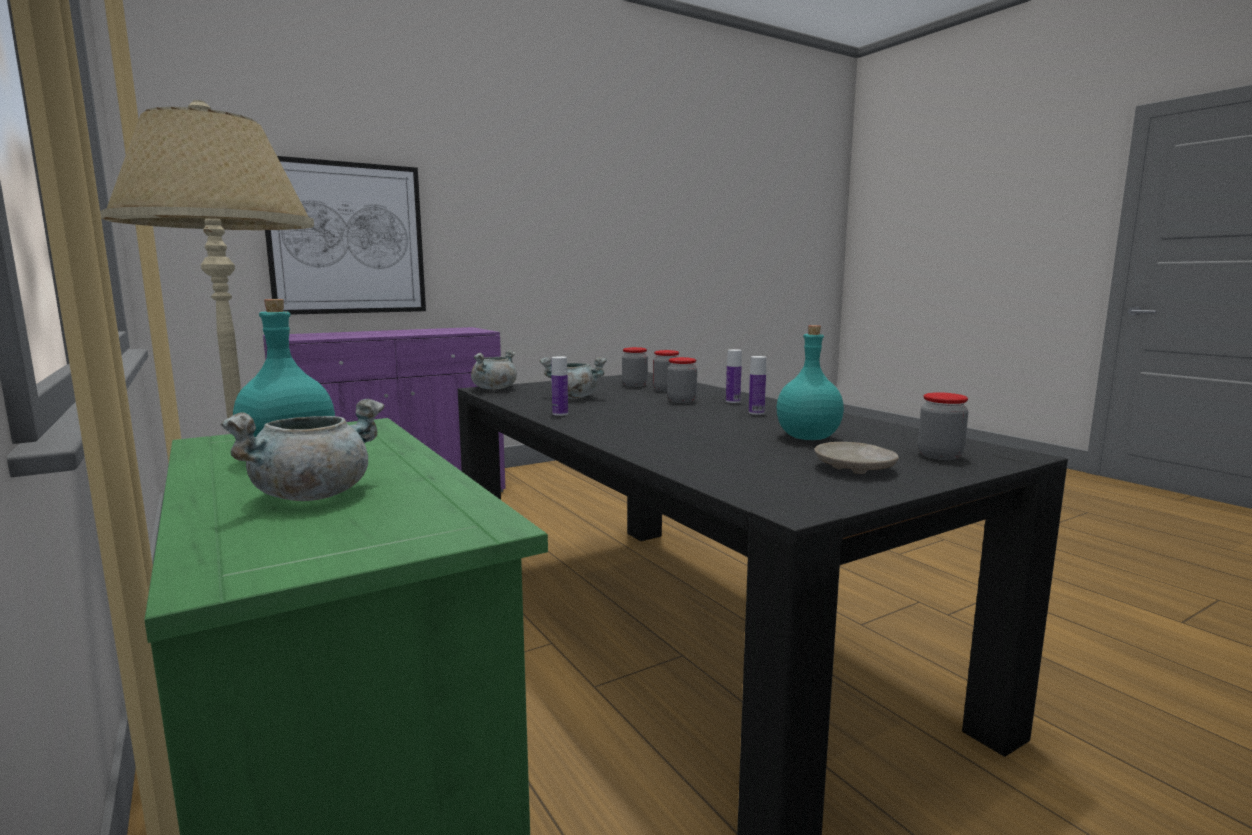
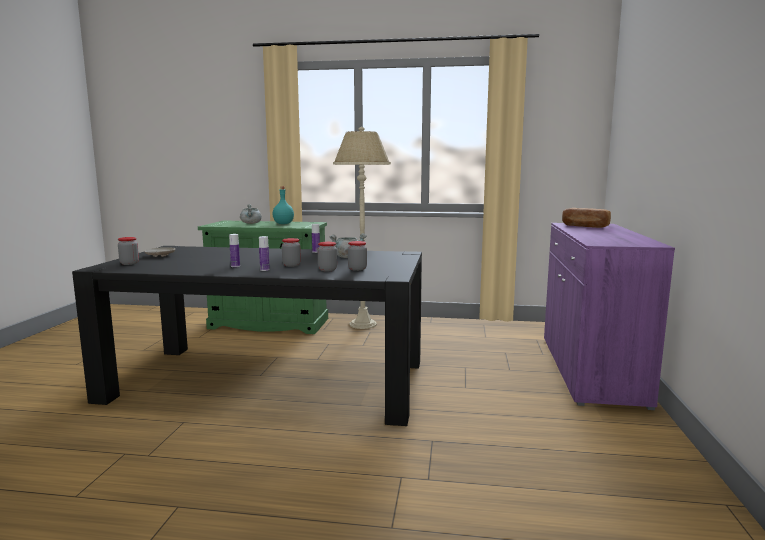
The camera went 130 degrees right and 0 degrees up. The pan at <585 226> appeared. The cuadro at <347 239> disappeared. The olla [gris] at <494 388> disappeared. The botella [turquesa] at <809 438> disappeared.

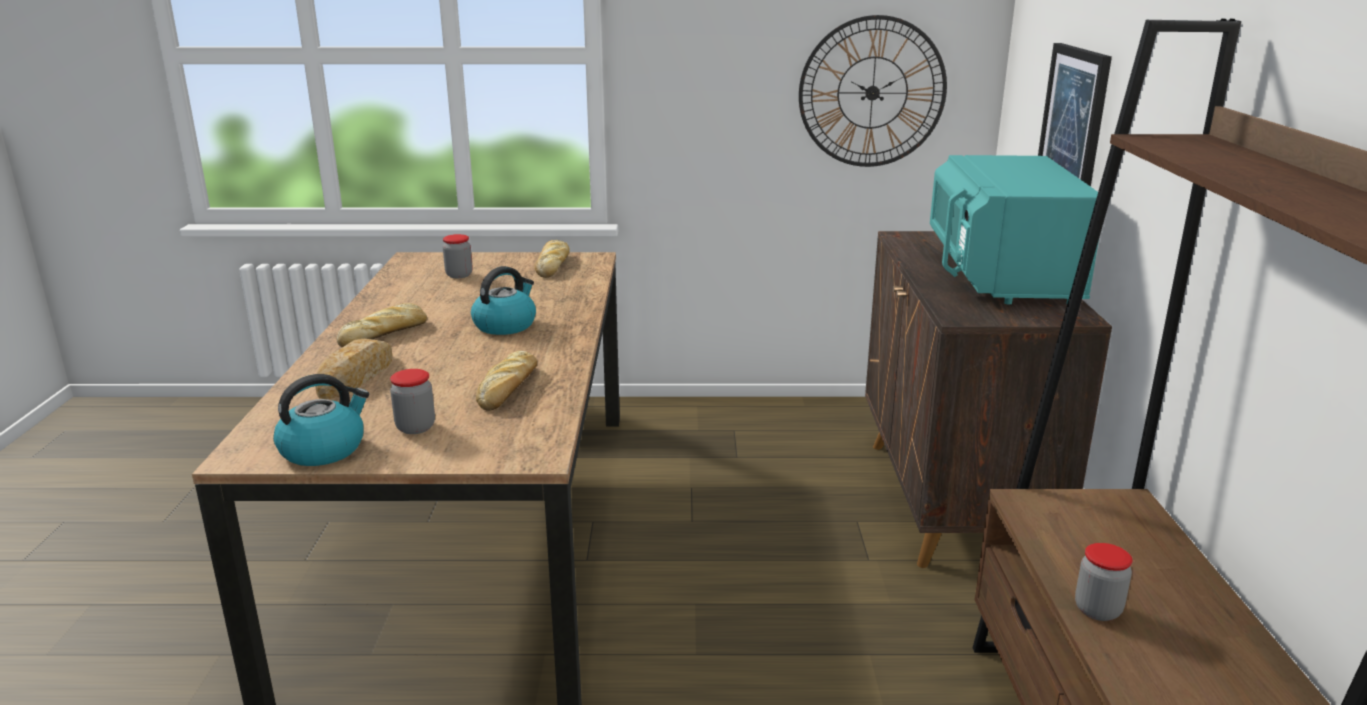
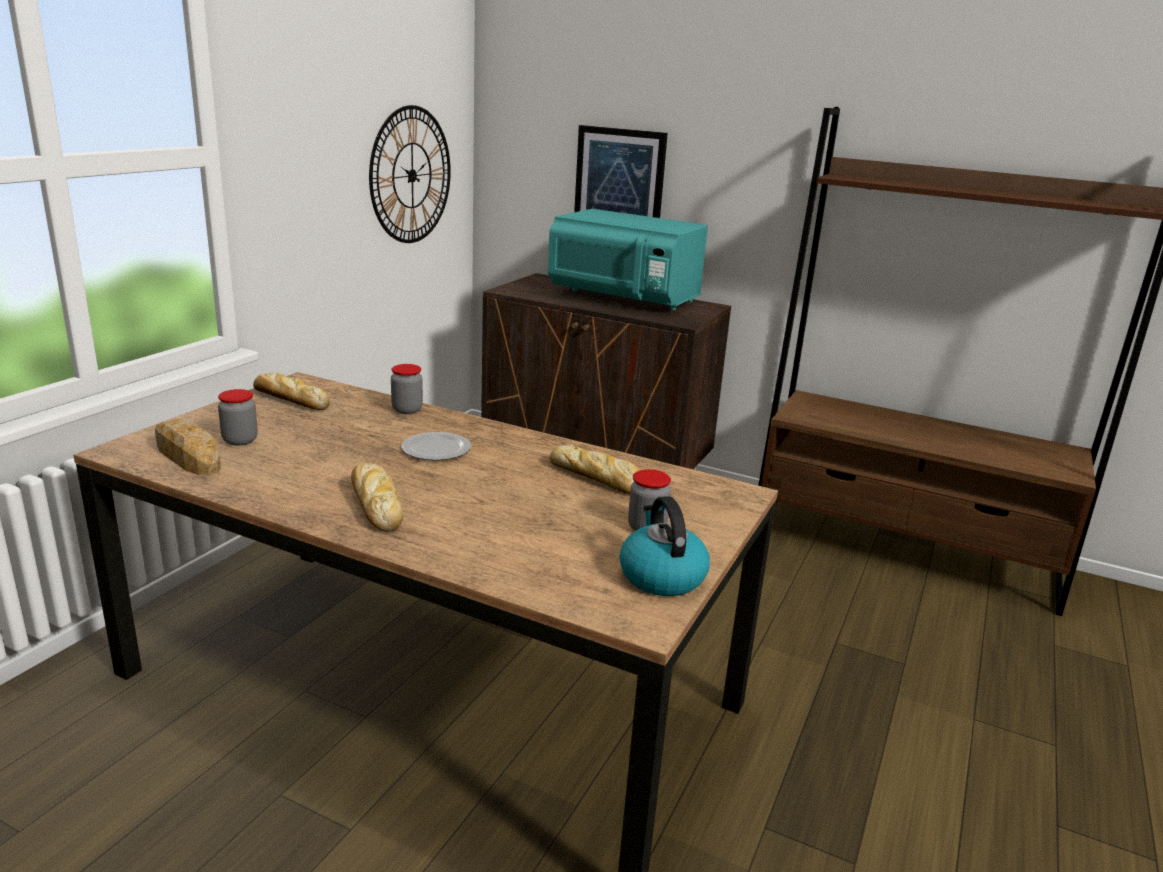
The camera went 65 degrees left and 0 degrees up. The pan moved from <357 376> to <188 455>. The tarro moved from <1097 610> to <407 410>. The hervidor at <505 325> was replaced by the plato at <435 450>.

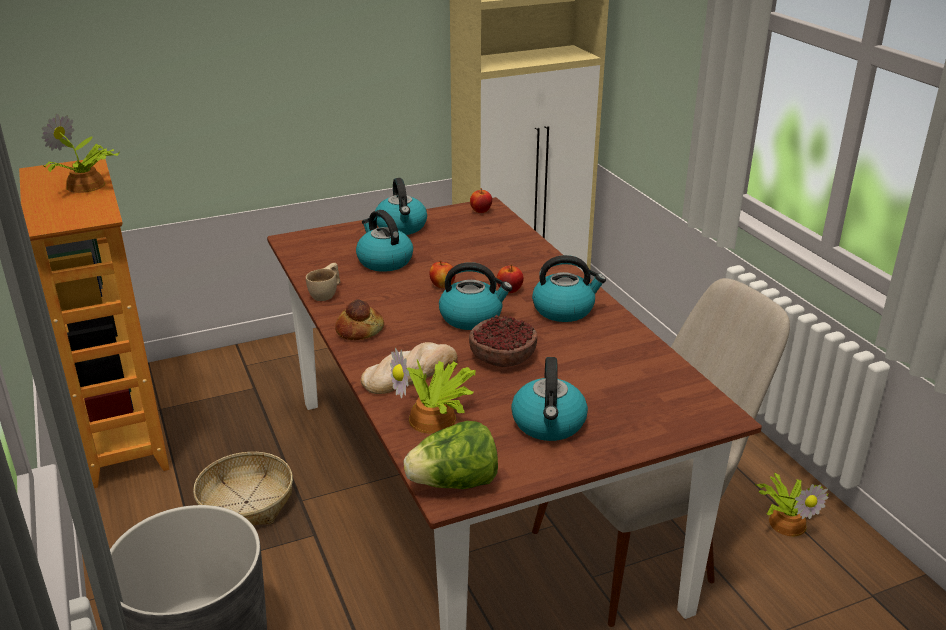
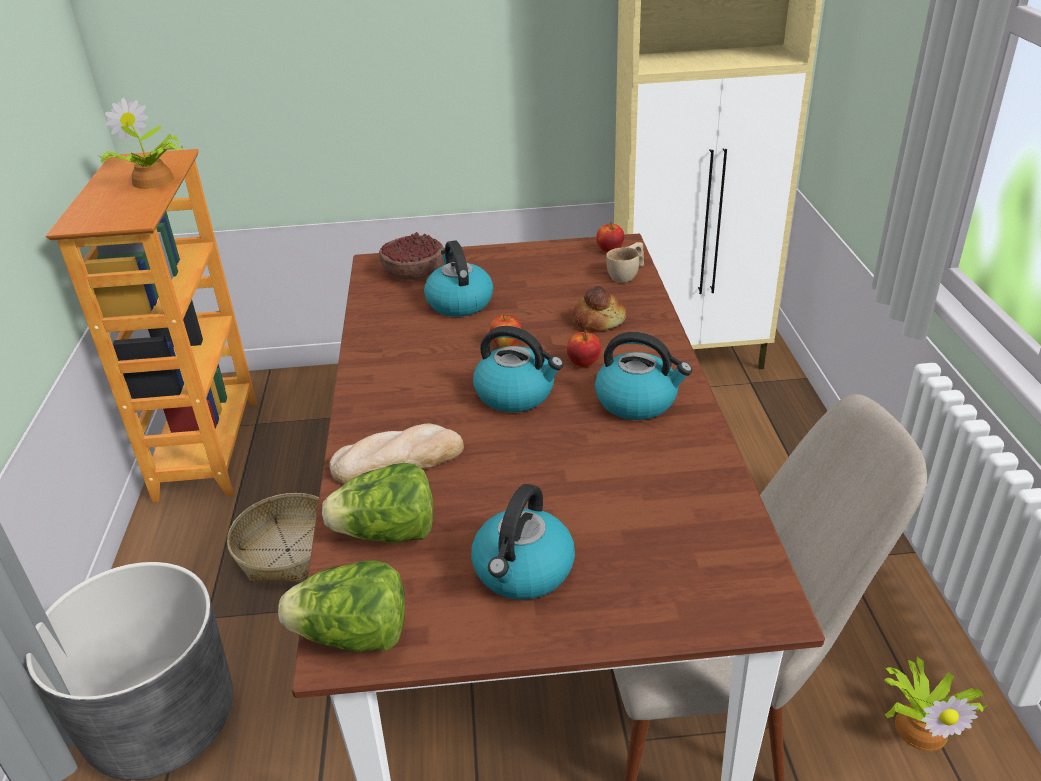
The camera went 20 degrees right and 5 degrees up. The planta en maceta at <435 419> was replaced by the lechuga at <388 534>. The cuenco moved from <503 356> to <414 272>. The pan moved from <359 330> to <598 320>. The taza [beis] moved from <327 293> to <627 275>. The hervidor at <401 227> disappeared.

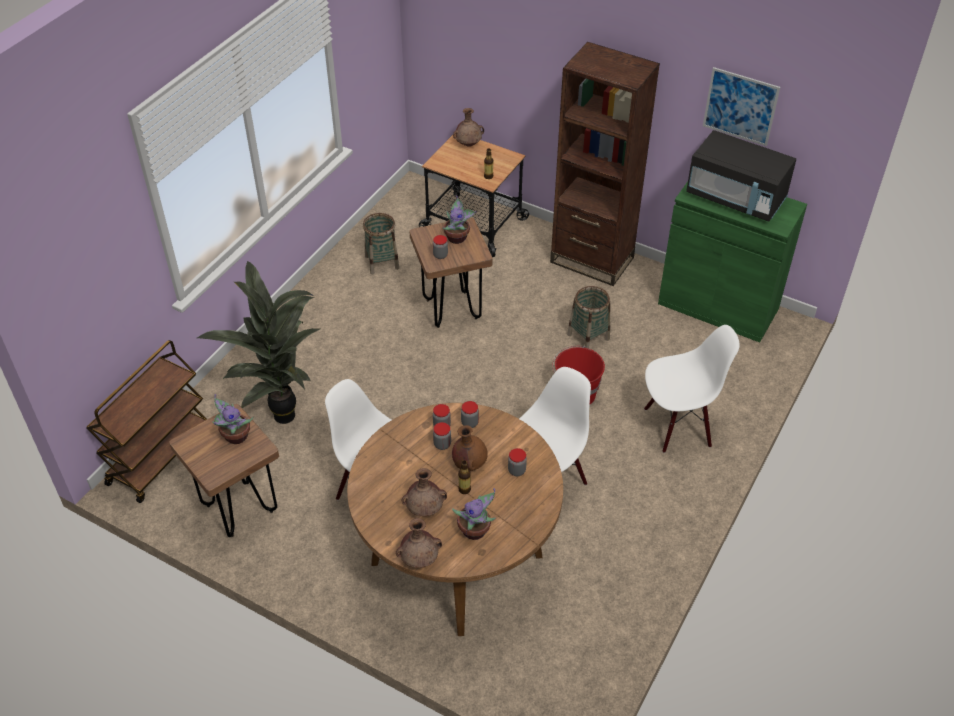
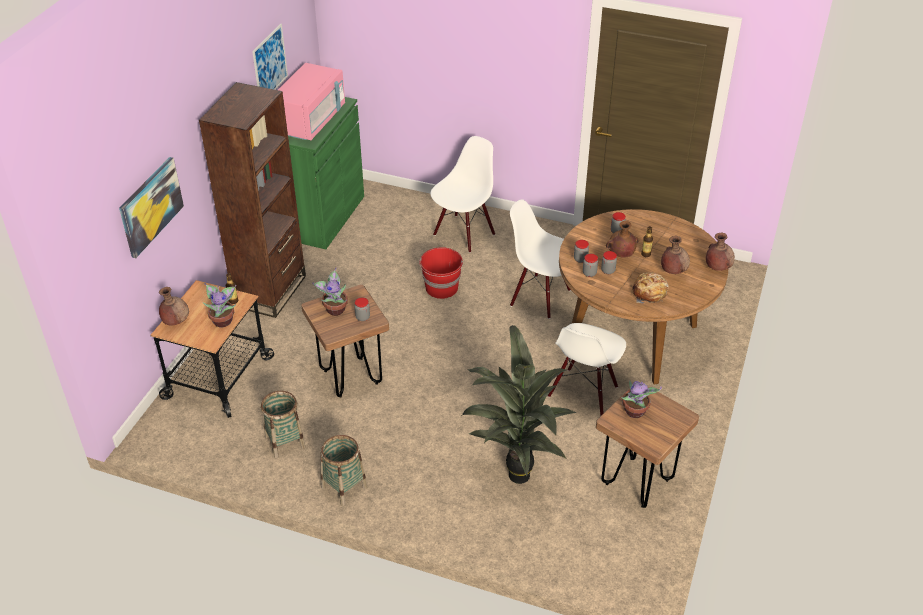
The camera went 100 degrees left and 5 degrees down. The cuadro at <150 206> appeared. The planta en maceta moved from <475 531> to <223 320>. The microondas [negro] at <736 198> became the microondas [rosa] at <310 121>. The cesta moved from <588 337> to <344 487>. The silla [blanco] at <677 426> turned 60 degrees clockwise. The pan at <650 293> appeared. The carrito [marrón] at <160 455> disappeared.

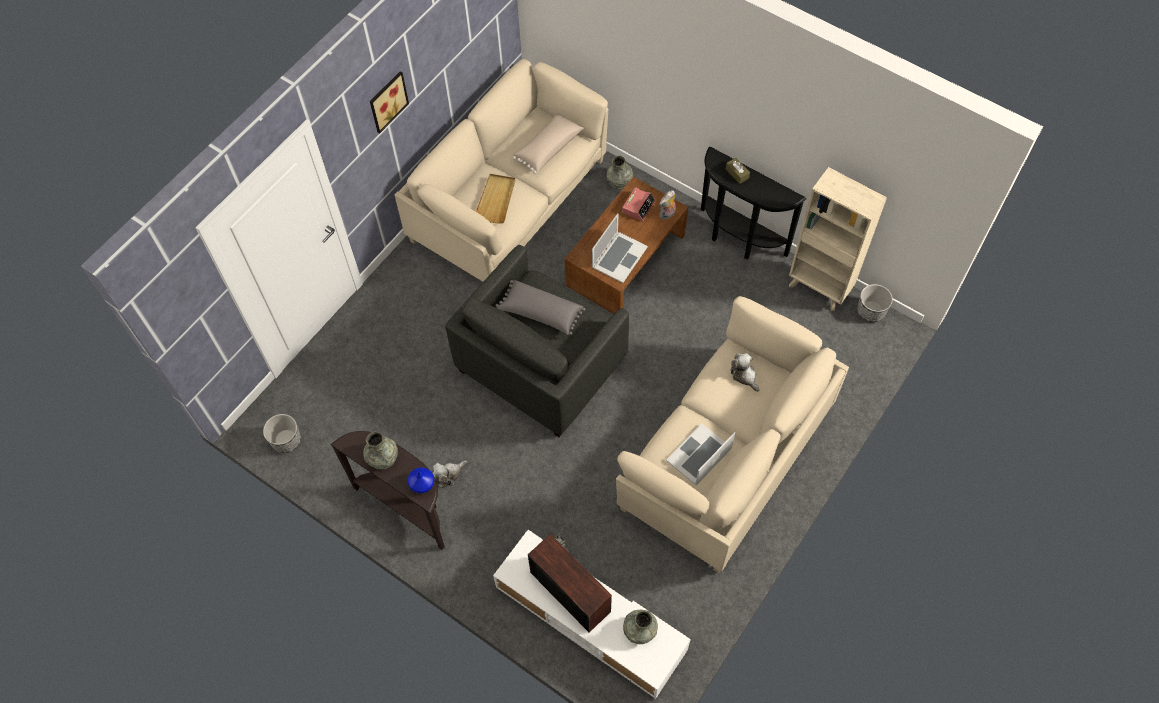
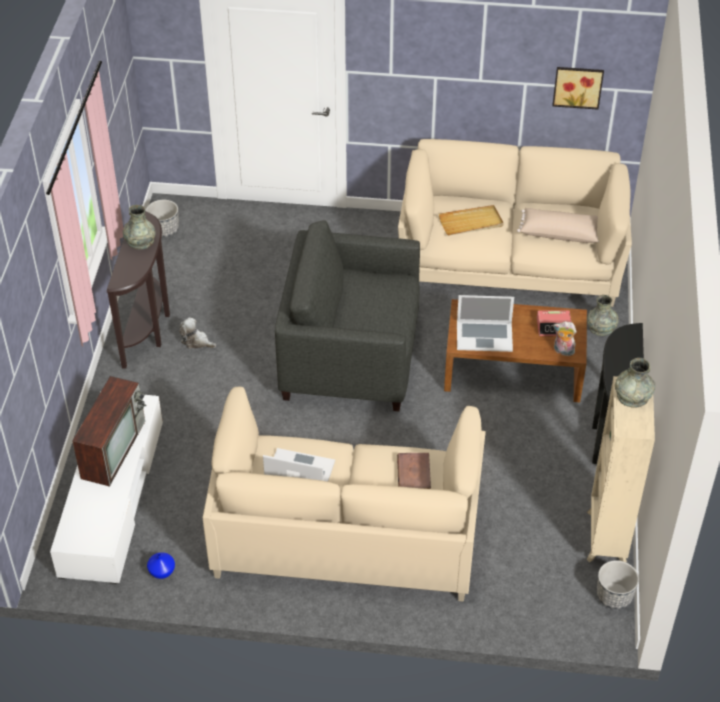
The camera went 60 degrees right and 15 degrees down. The florero [azul] moved from <422 484> to <162 572>. The peluche at <744 375> was replaced by the libro [marrón] at <413 474>. The cuadro moved from <387 101> to <577 86>. The florero [gris] moved from <639 630> to <632 395>. The cojín [gris] at <540 313> disappeared. The caja de pañuelos [marrón] at <737 173> disappeared.

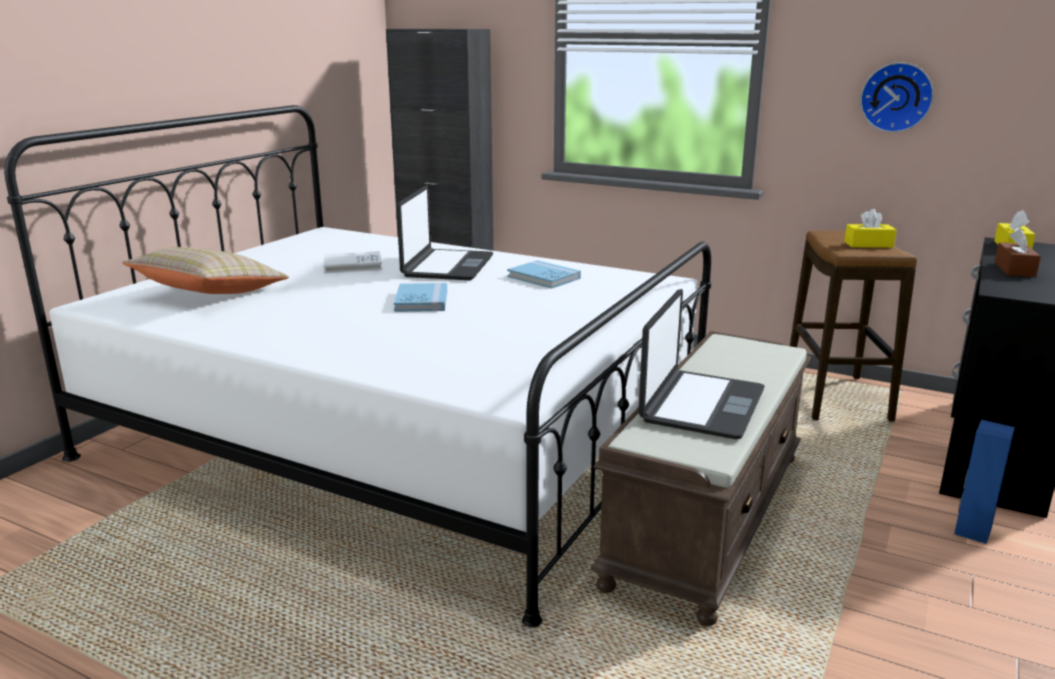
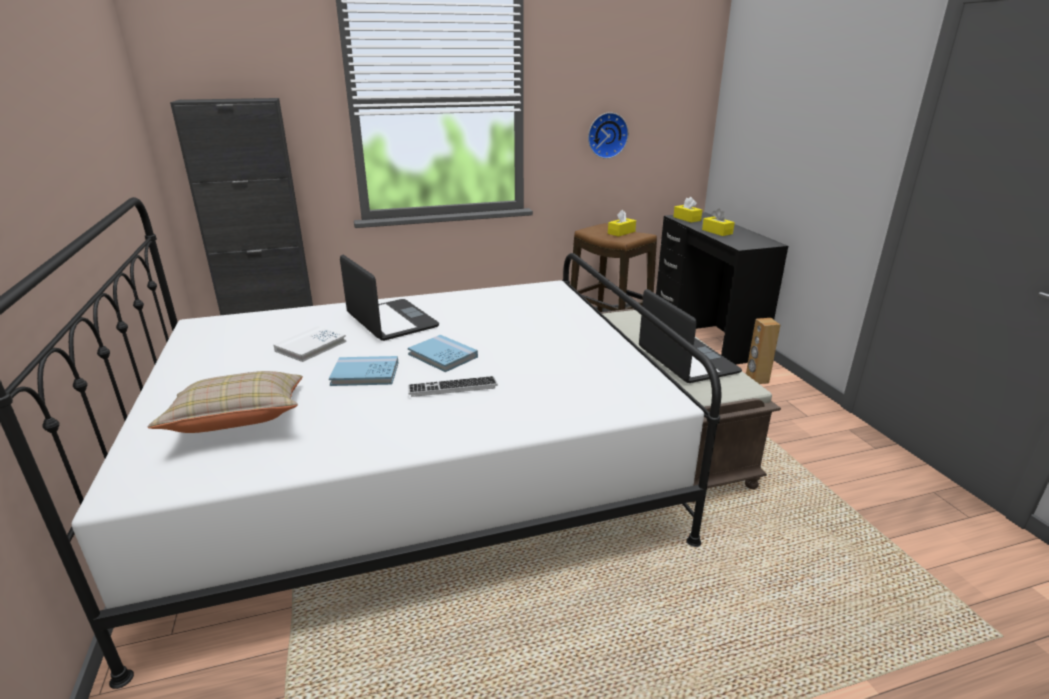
The camera went 45 degrees left and 5 degrees up. The libro [azul] moved from <543 277> to <365 374>. The teclado at <452 388> appeared. The caja de pañuelos [marrón] at <1014 269> became the caja de pañuelos [amarillo] at <717 232>. The altavoz [azul] at <972 531> became the altavoz [marrón] at <756 379>.

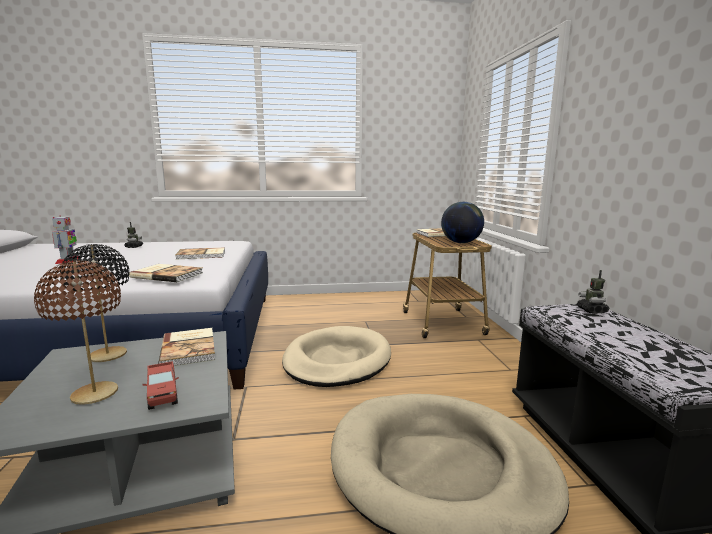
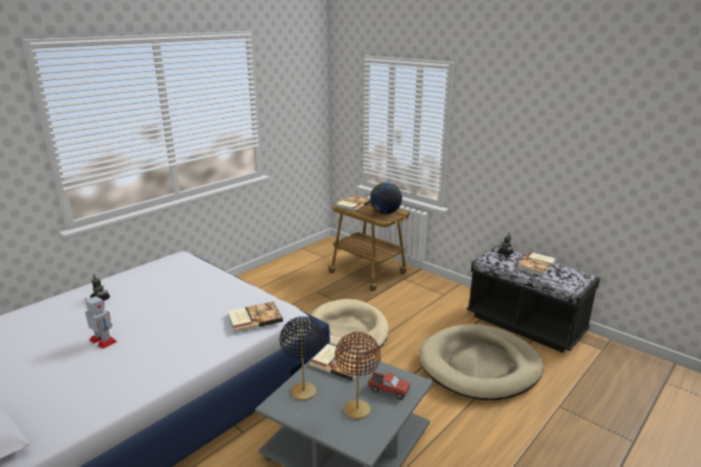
The camera went 40 degrees left and 10 degrees up. The libro moved from <201 255> to <536 265>.

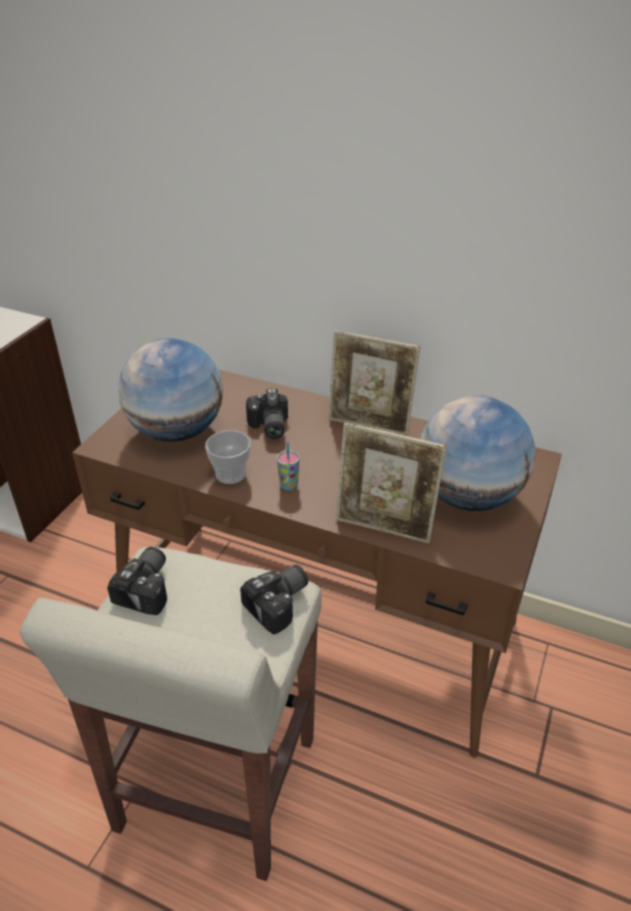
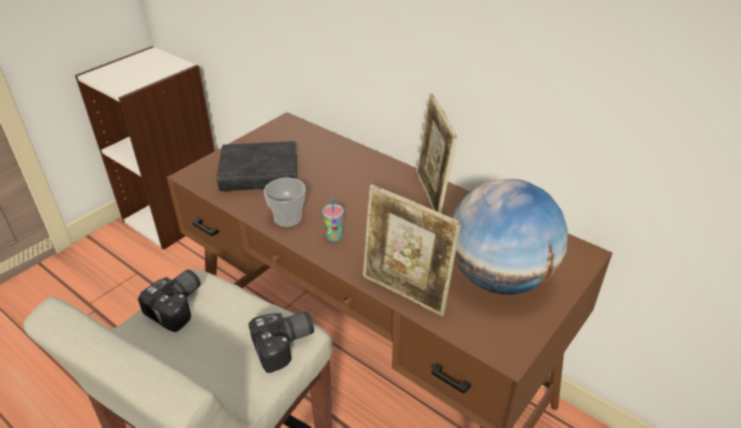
The camera went 15 degrees right and 0 degrees up. The globo terráqueo at <177 432> was replaced by the libro [negro] at <259 173>. The portarretratos at <369 425> turned 45 degrees clockwise. The cámara at <268 427> disappeared.

